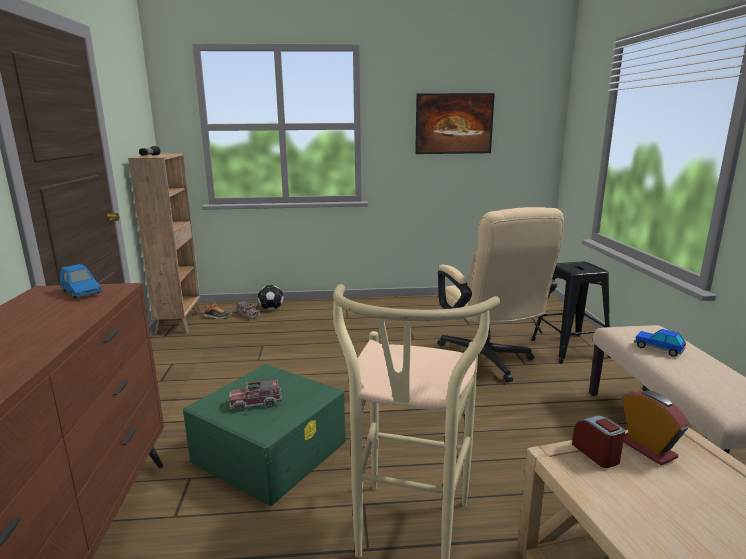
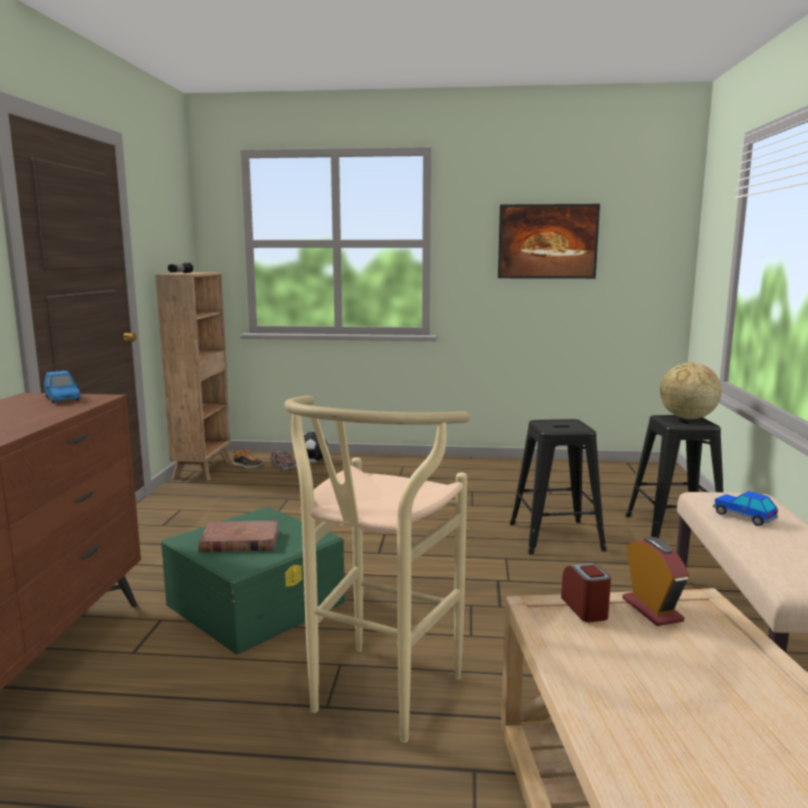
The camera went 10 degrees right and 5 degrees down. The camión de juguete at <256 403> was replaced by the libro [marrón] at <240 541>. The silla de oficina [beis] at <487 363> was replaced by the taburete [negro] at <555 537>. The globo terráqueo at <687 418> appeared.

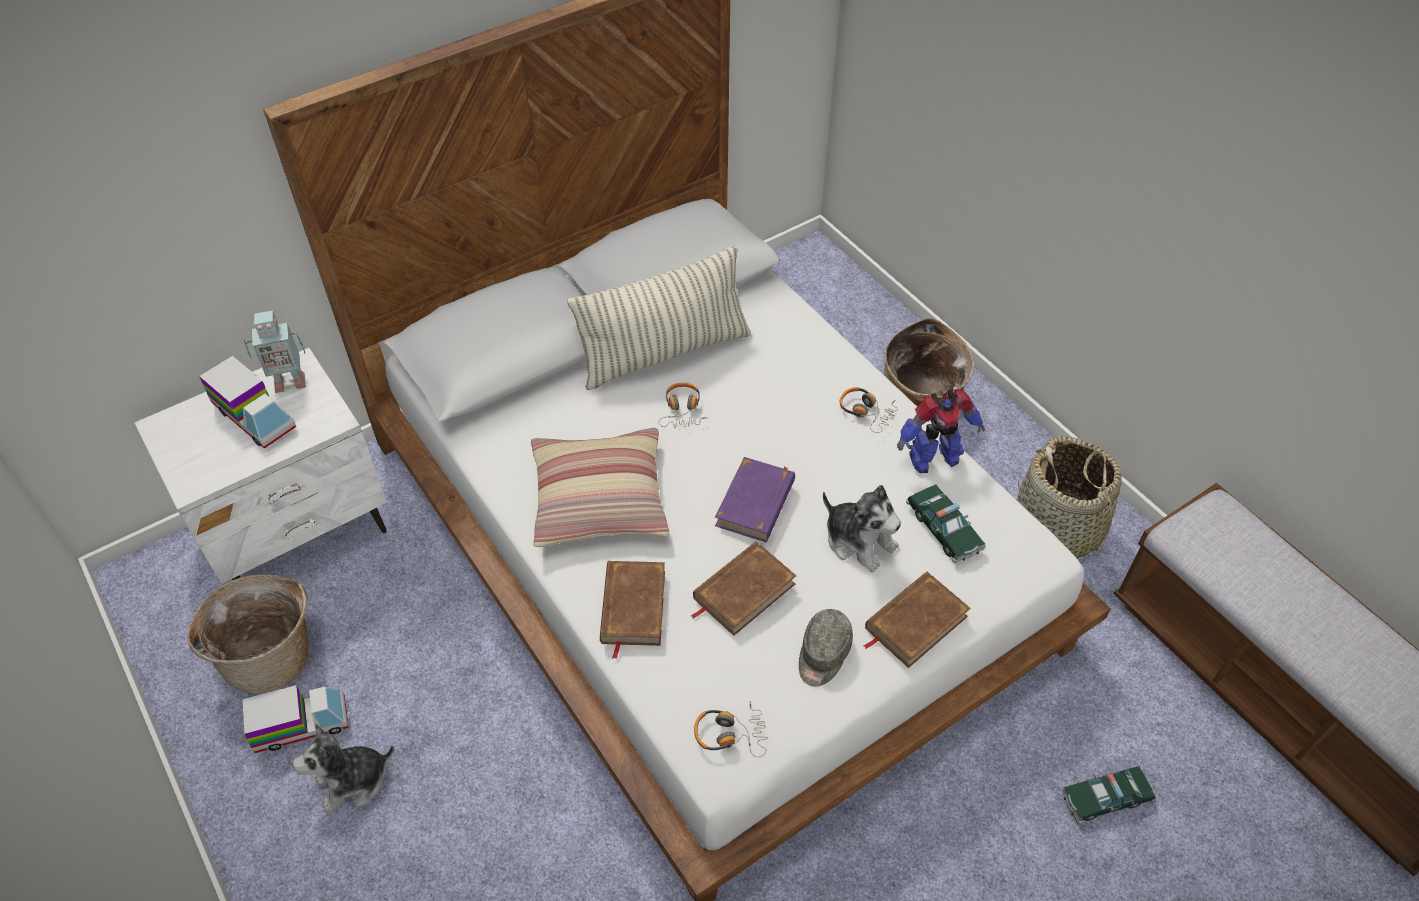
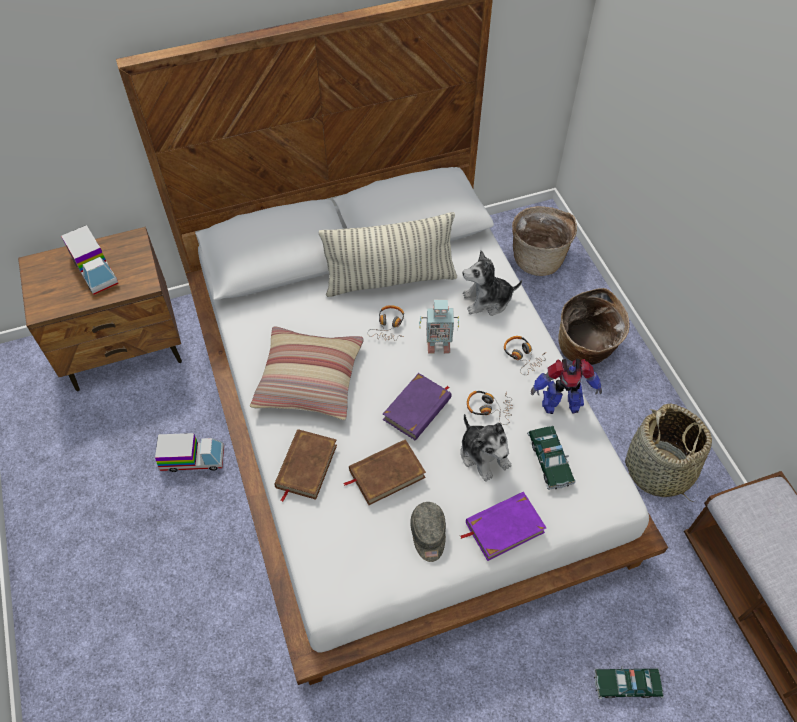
The camera went 15 degrees right and 5 degrees up. The mesita de noche [blanco] at <298 530> became the mesita de noche [marrón] at <125 348>. The camión de juguete moved from <301 725> to <193 459>. The gorra [gris] at <823 654> turned 45 degrees counterclockwise. The robot de juguete moved from <288 381> to <437 345>. The libro [marrón] at <915 622> became the libro [morado] at <504 527>. The peluche moved from <353 781> to <487 301>. The auriculares moved from <730 734> to <489 408>. The cesta moved from <271 655> to <538 258>.

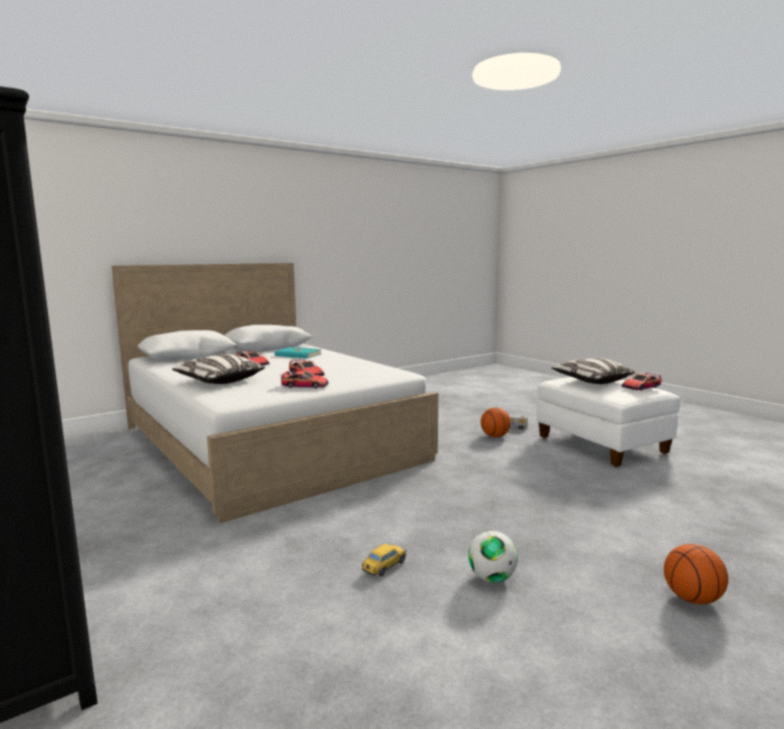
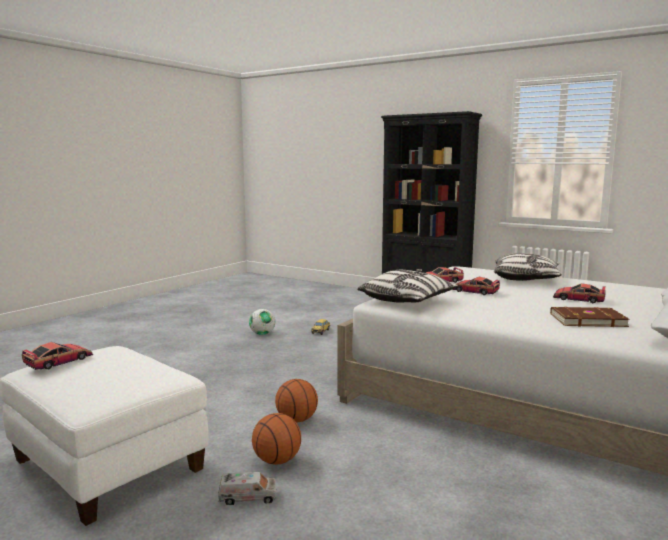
The camera went 160 degrees right and 0 degrees up. The balón de baloncesto moved from <692 599> to <296 420>. The cojín moved from <591 381> to <407 301>. The libro [turquesa] at <298 355> became the libro [marrón] at <586 320>.

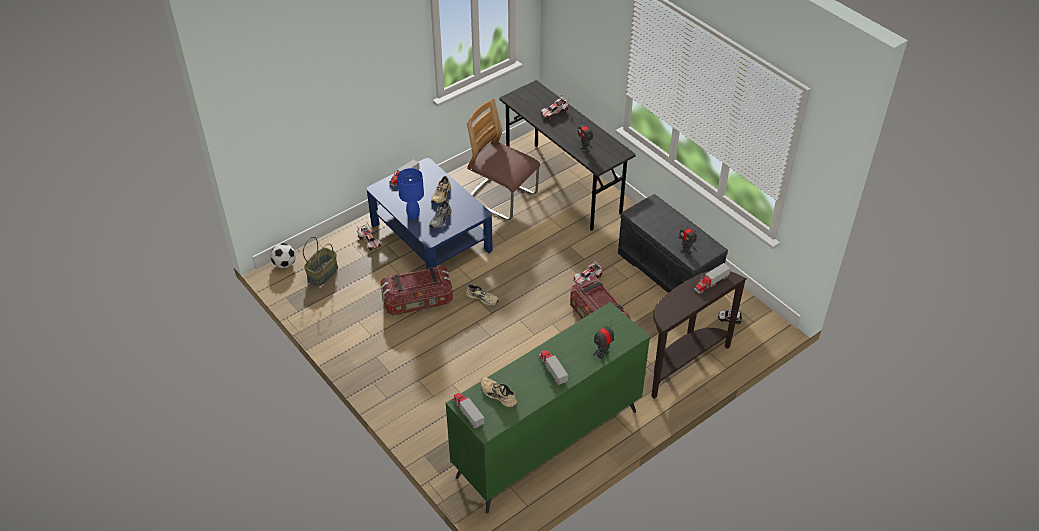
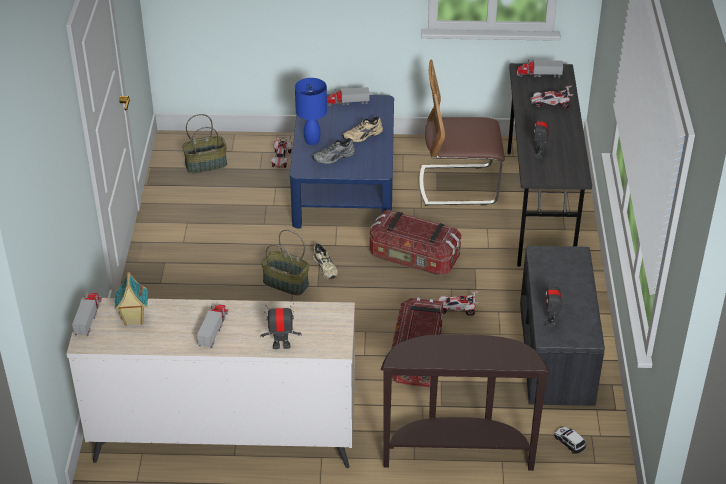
The camera went 40 degrees right and 5 degrees down. The cómoda [verde] at <546 443> became the cómoda [beis] at <223 438>. The zapato [beis] at <497 395> was replaced by the casita at <133 319>. The cesta at <285 283> appeared. The caja de almacenaje moved from <418 302> to <413 258>. The silla at <502 198> turned 75 degrees counterclockwise. The camión de juguete moved from <711 282> to <539 74>. The balón de fútbol at <284 264> disappeared.

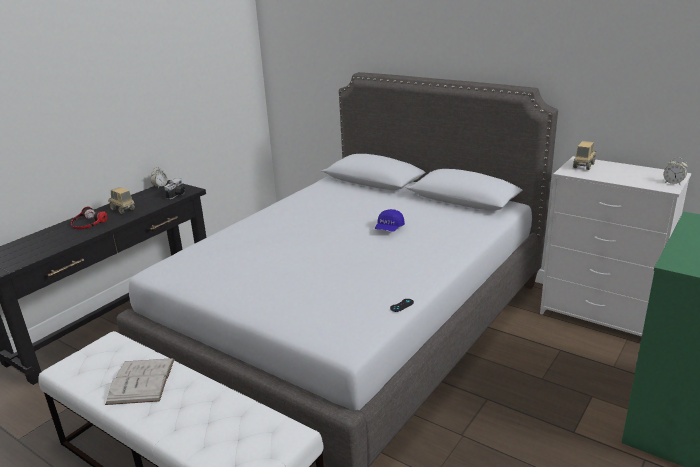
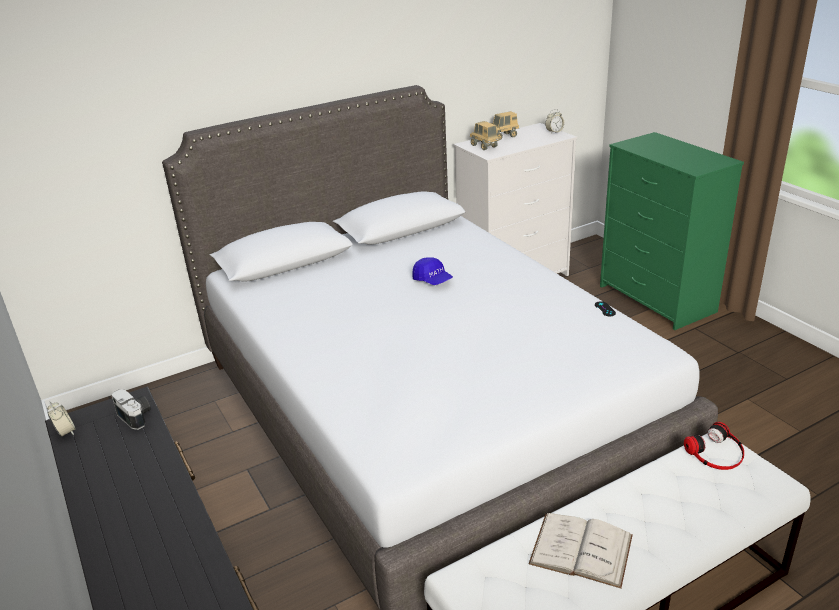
The camera went 65 degrees left and 5 degrees up. The camión de juguete moved from <123 210> to <503 137>. The auriculares moved from <88 223> to <716 453>.

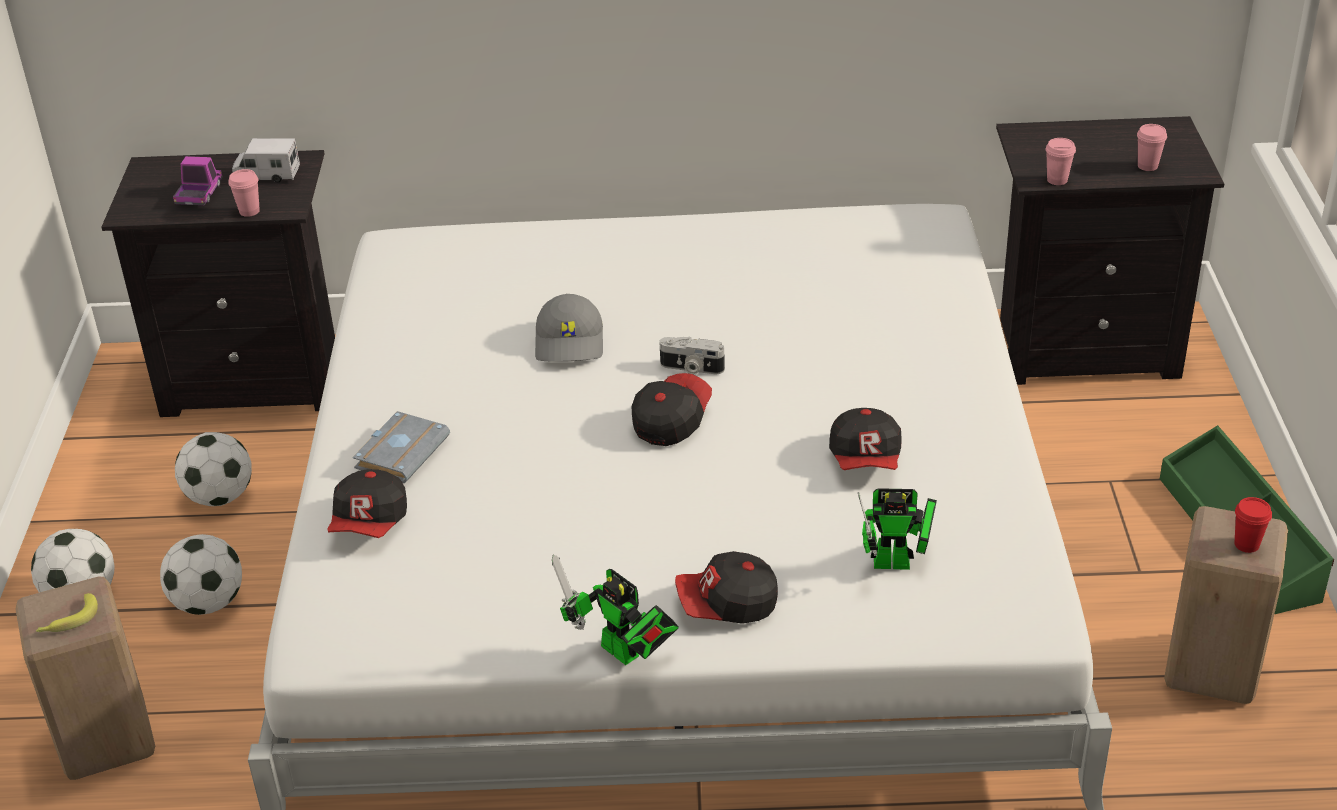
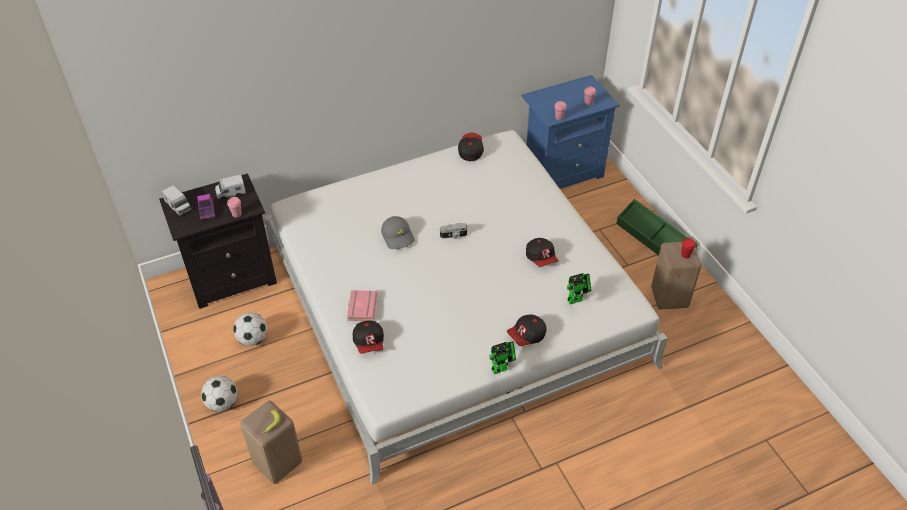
The camera went 25 degrees left and 10 degrees up. The camión de juguete at <178 206> appeared. The libro [gris] at <401 451> became the libro [rosa] at <361 307>. The gorra moved from <671 421> to <470 151>. The robot de juguete at <624 654> turned 45 degrees counterclockwise. The mesita de noche [negro] at <1083 347> became the mesita de noche [azul] at <561 172>. The balón de fútbol at <208 603> disappeared.

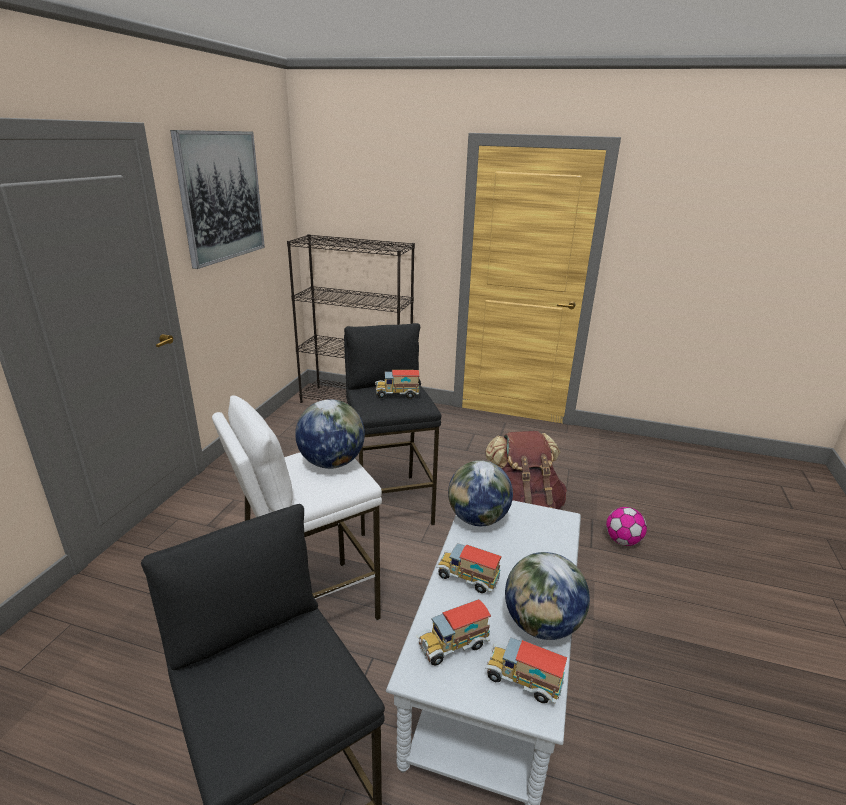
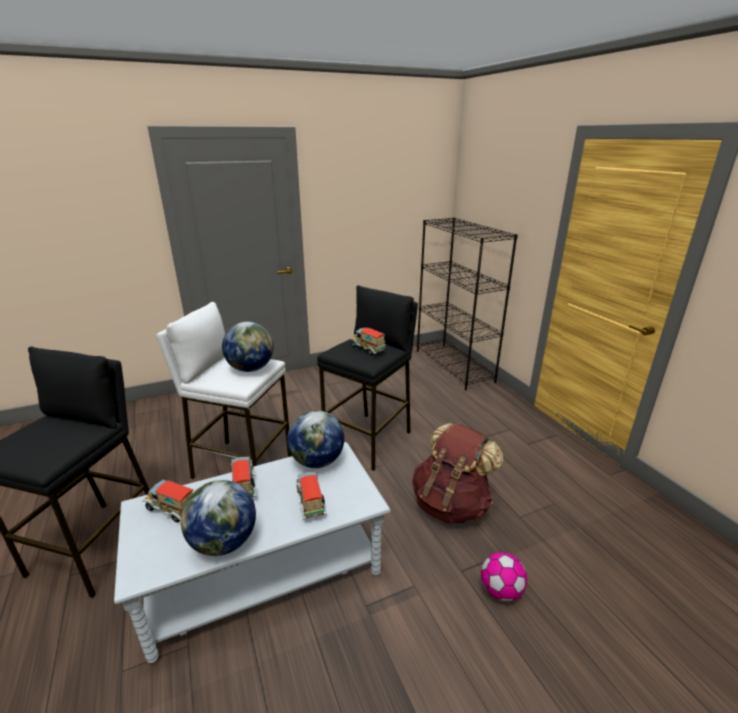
The camera went 50 degrees right and 0 degrees up. The camión de juguete moved from <523 681> to <311 503>. The cuadro at <221 196> disappeared.

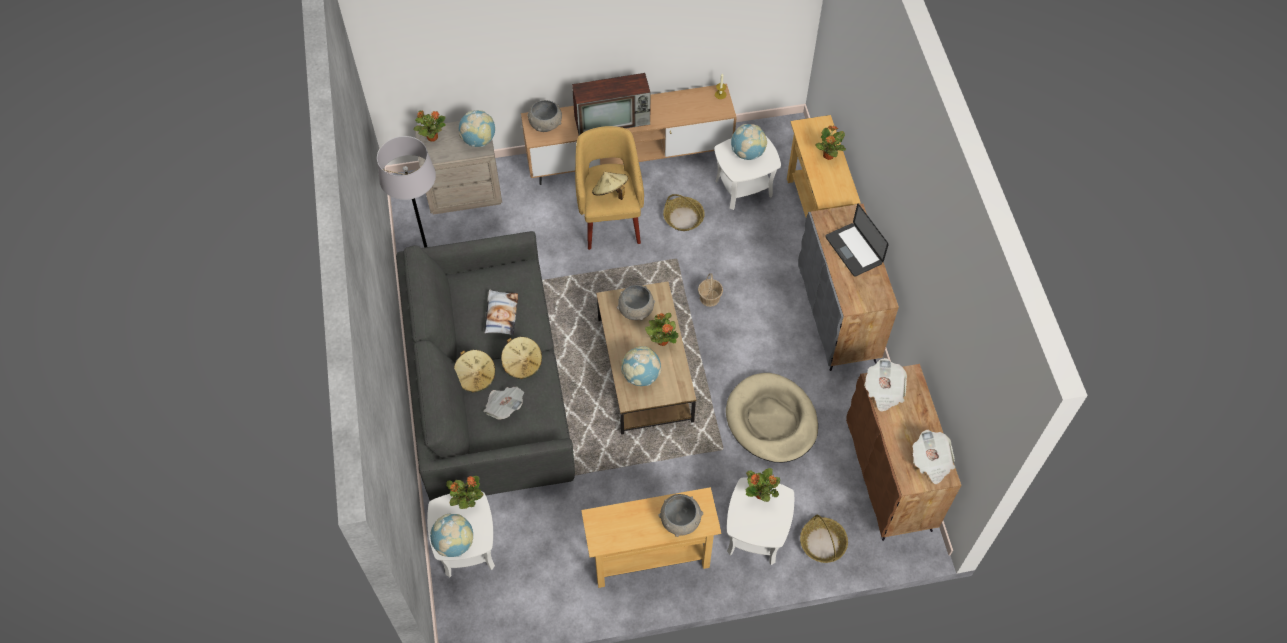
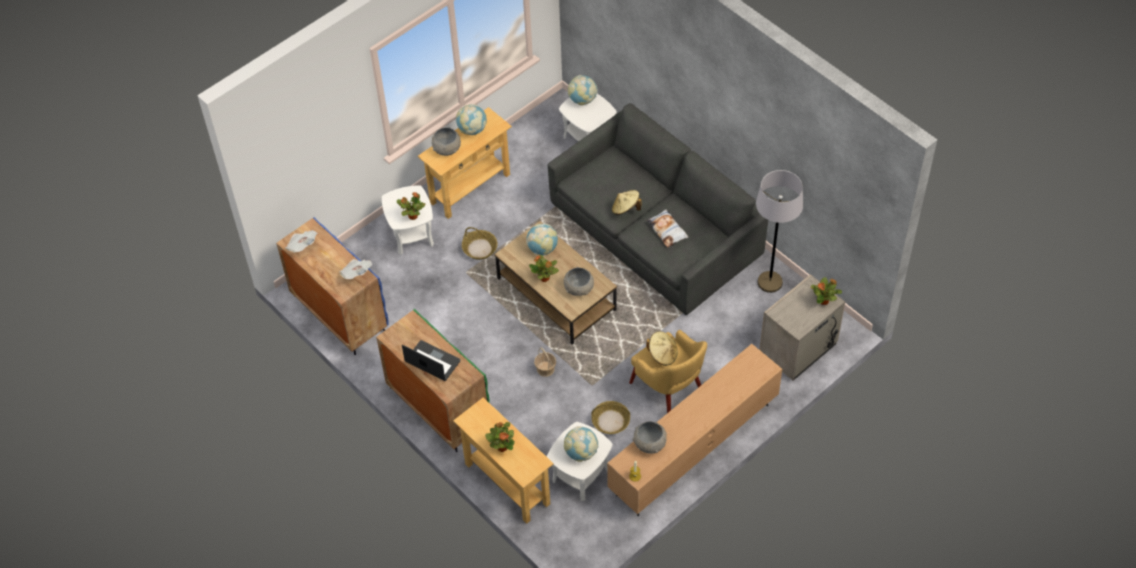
The camera went 150 degrees right and 5 degrees down. The armario [marrón] at <890 478> became the armario [azul] at <339 313>. The armario [gris] at <838 317> became the armario [verde] at <438 406>. The globo terráqueo moved from <479 140> to <472 129>. The cesta moved from <823 543> to <479 248>. The cuenco [gris] moved from <545 124> to <650 444>. The planta en maceta at <467 501> disappeared. The sombrero [beis] at <476 377> disappeared. The periódico at <504 406> disappeared. The televisor at <613 119> disappeared. The cama para perro [beis] at <771 420> disappeared.

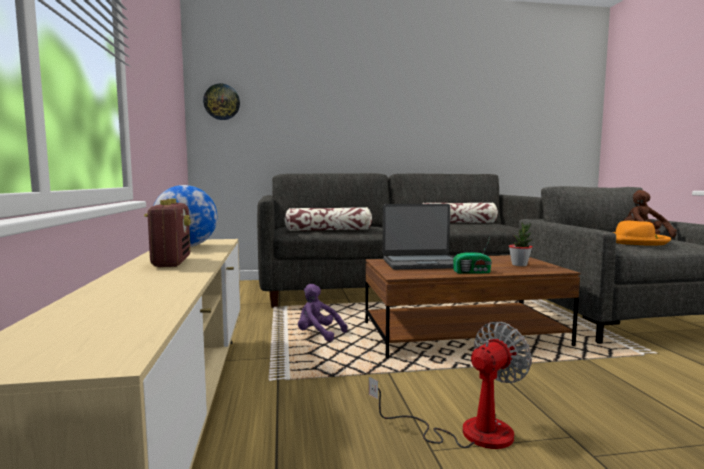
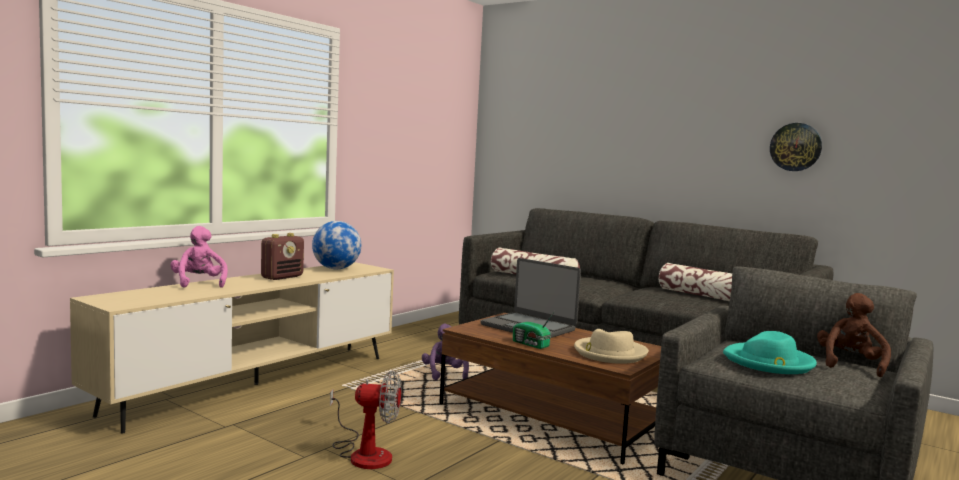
The camera went 45 degrees right and 0 degrees up. The peluche [rosa] at <199 283> appeared. The planta en maceta at <519 265> was replaced by the sombrero [beis] at <609 353>. The sombrero [naranja] at <635 241> became the sombrero [turquesa] at <769 362>. The reloj de pared moved from <222 102> to <795 147>.

